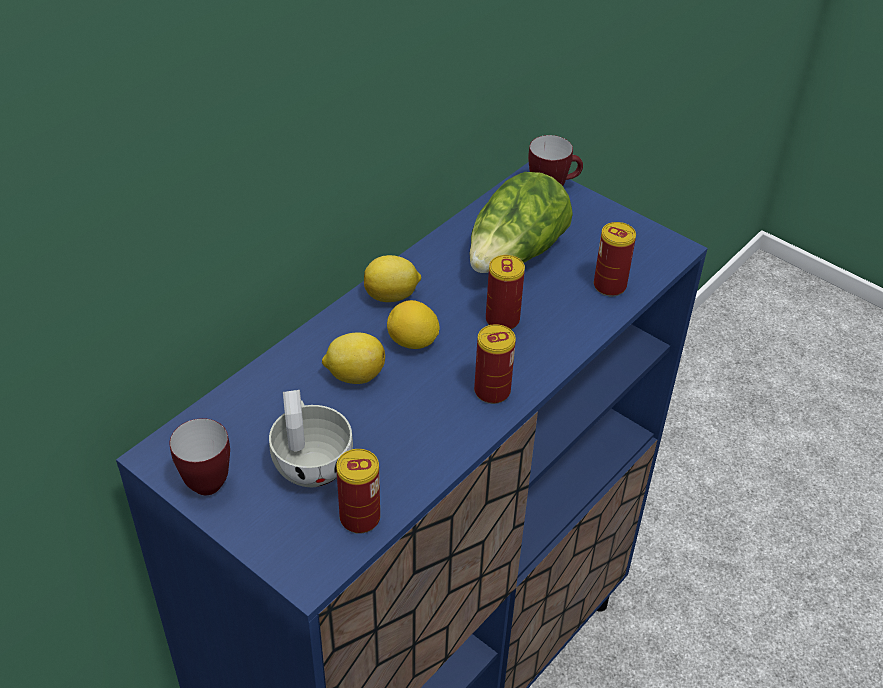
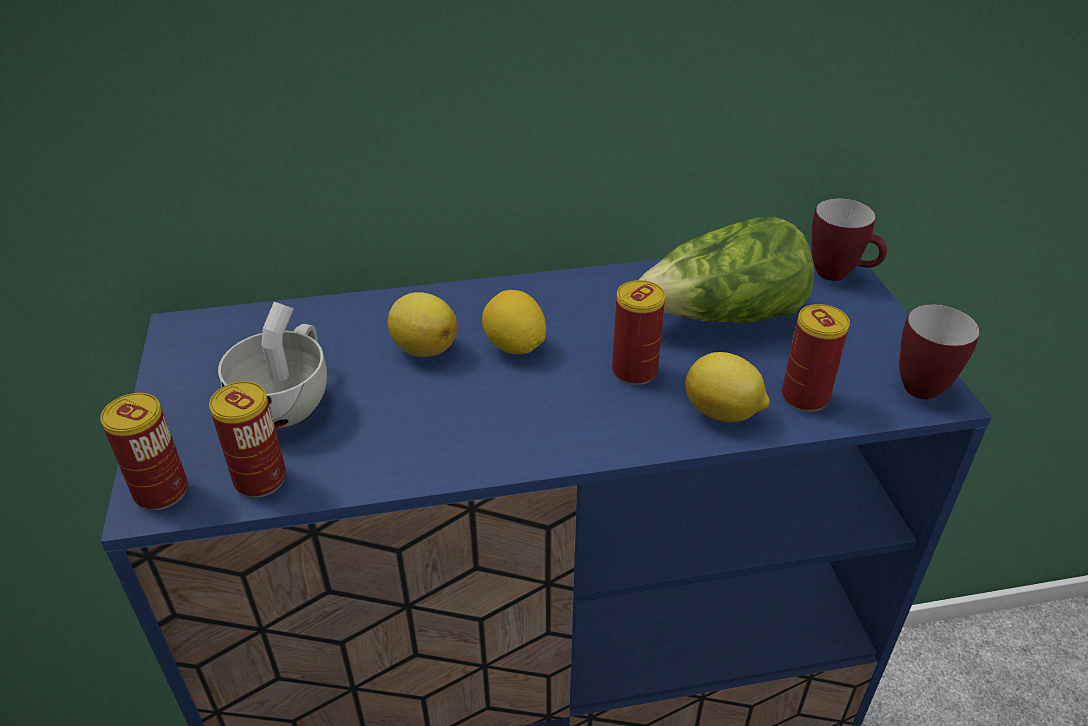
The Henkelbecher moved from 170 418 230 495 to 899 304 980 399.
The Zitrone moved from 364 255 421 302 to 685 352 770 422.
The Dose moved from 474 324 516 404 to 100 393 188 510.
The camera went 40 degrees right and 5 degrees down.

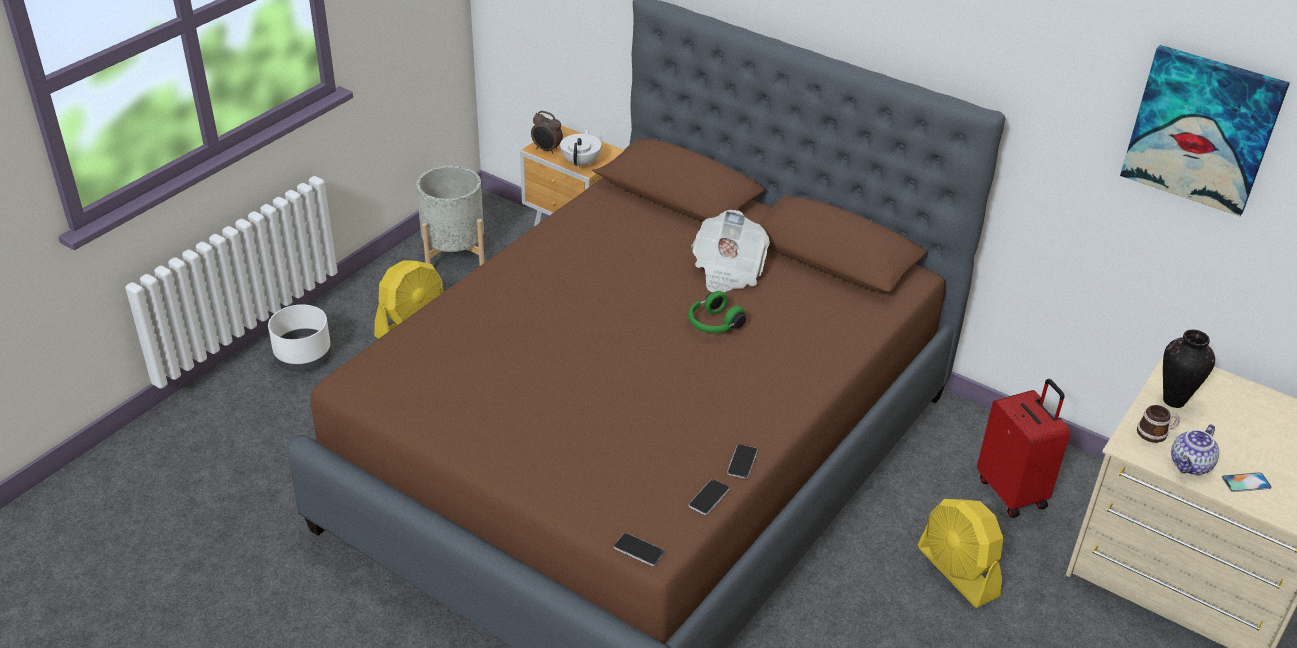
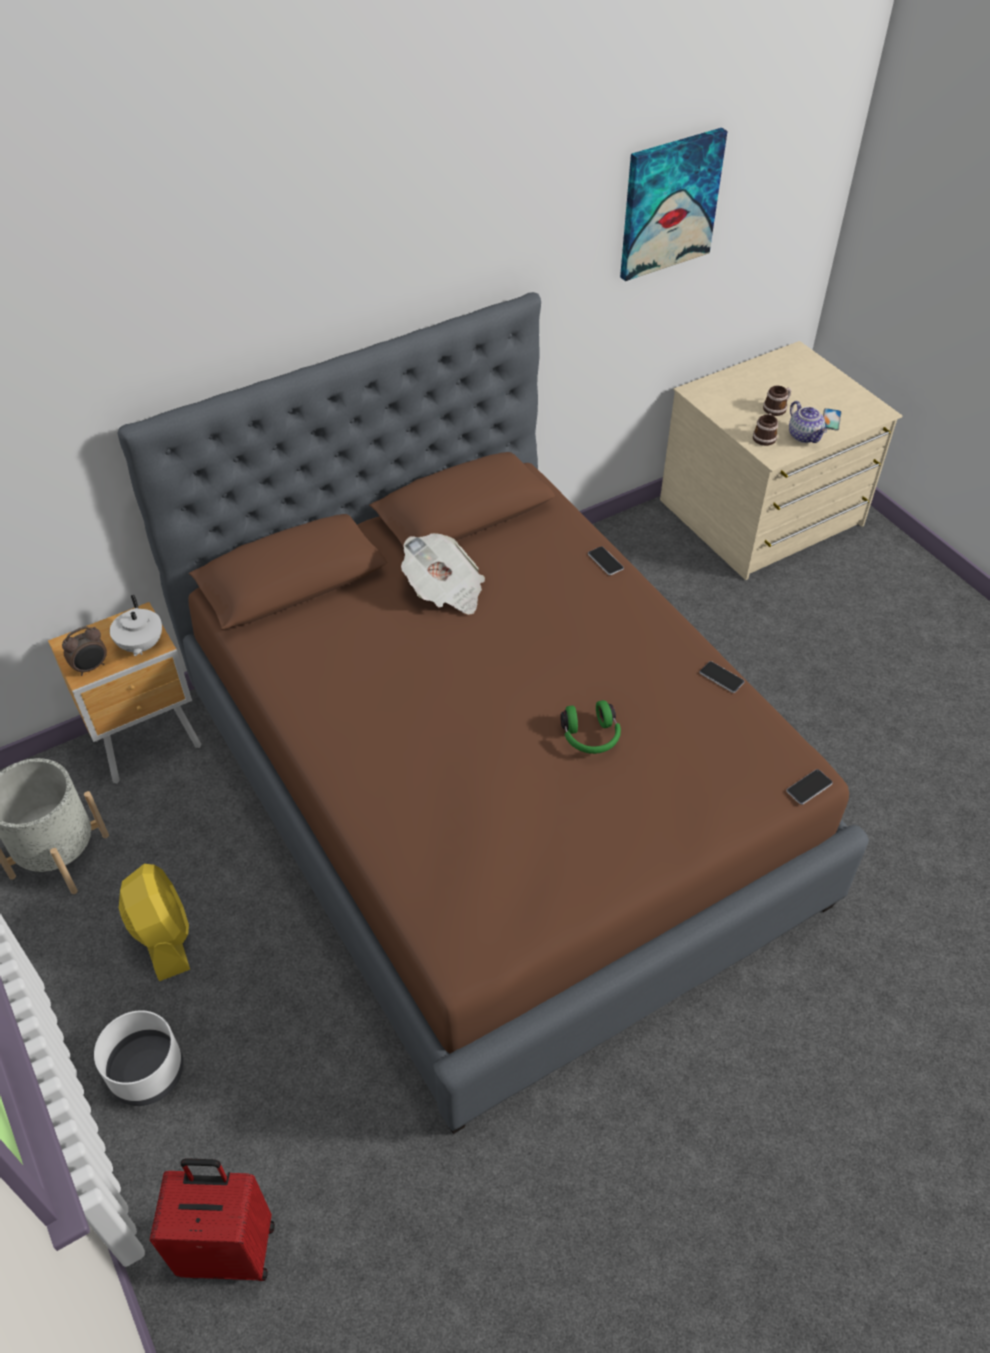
The Ventilator [gelb] at 918 499 1003 608 disappeared.
The Vase at 1163 330 1215 408 disappeared.
The Henkelbecher at 763 385 791 416 appeared.
The Kopfhörer [grün] moved from 688 291 746 333 to 560 700 621 754.
The Handy moved from 689 479 730 515 to 588 546 624 575.
The Koffer [rot] moved from 977 379 1070 518 to 150 1158 275 1281.
The Teekanne [weiß] at 560 128 602 168 turned 135 degrees counterclockwise.
The camera went 65 degrees left and 10 degrees up.

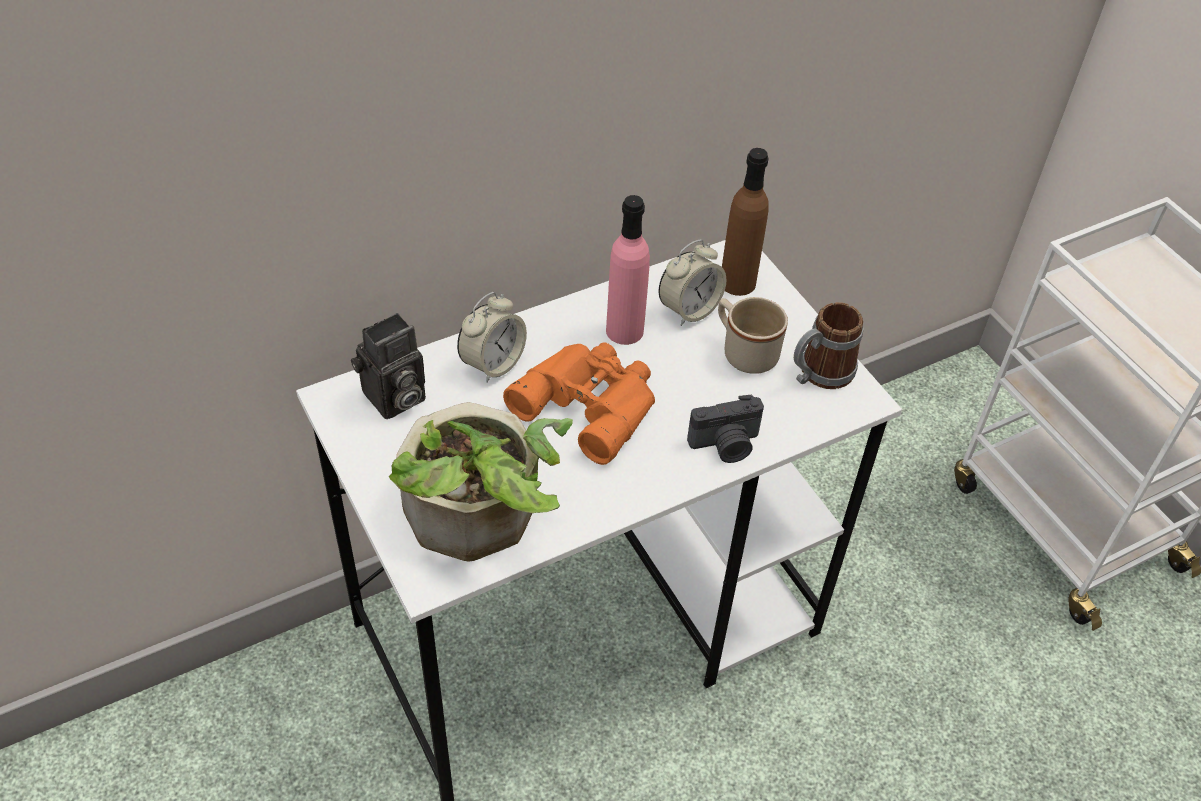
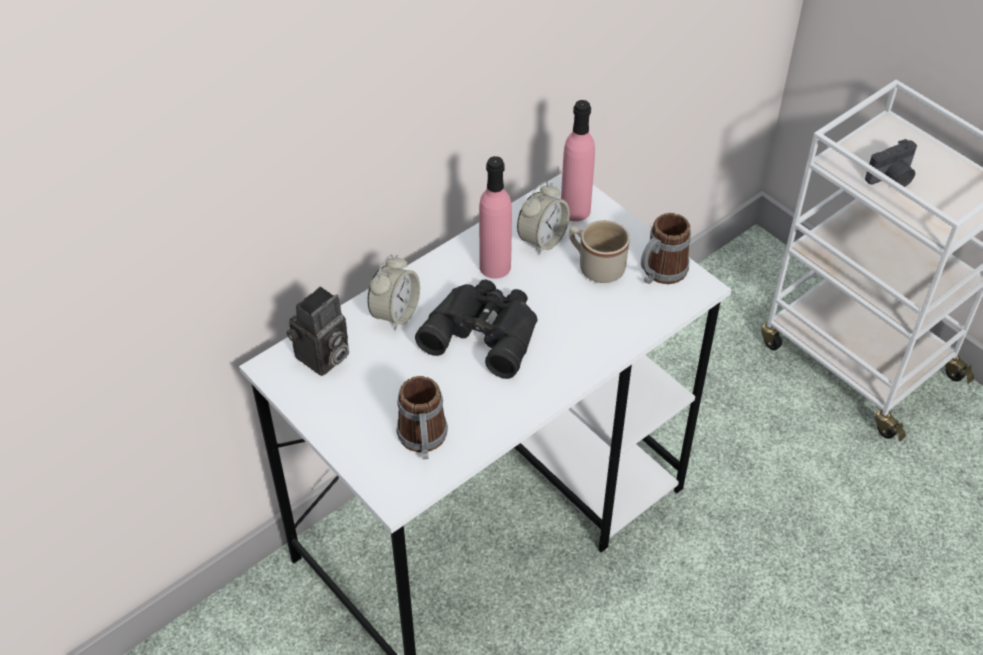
The Kamera moved from 687 395 764 463 to 865 139 917 187.
The Topfpflanze at 389 402 573 562 was replaced by the Henkelbecher at 397 376 448 459.
The Fernglas [orange] at 503 342 655 465 became the Fernglas [schwarz] at 415 280 537 379.
The Flasche [braun] at 722 148 769 296 became the Flasche [rosa] at 561 100 595 221.
The camera went 10 degrees left and 0 degrees up.

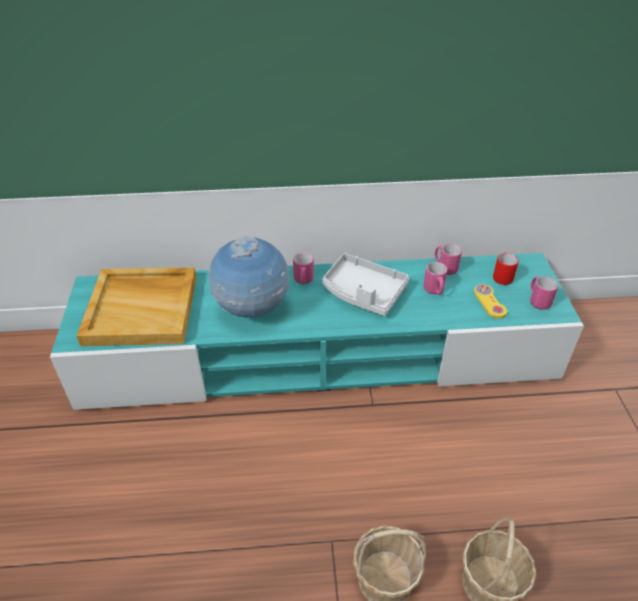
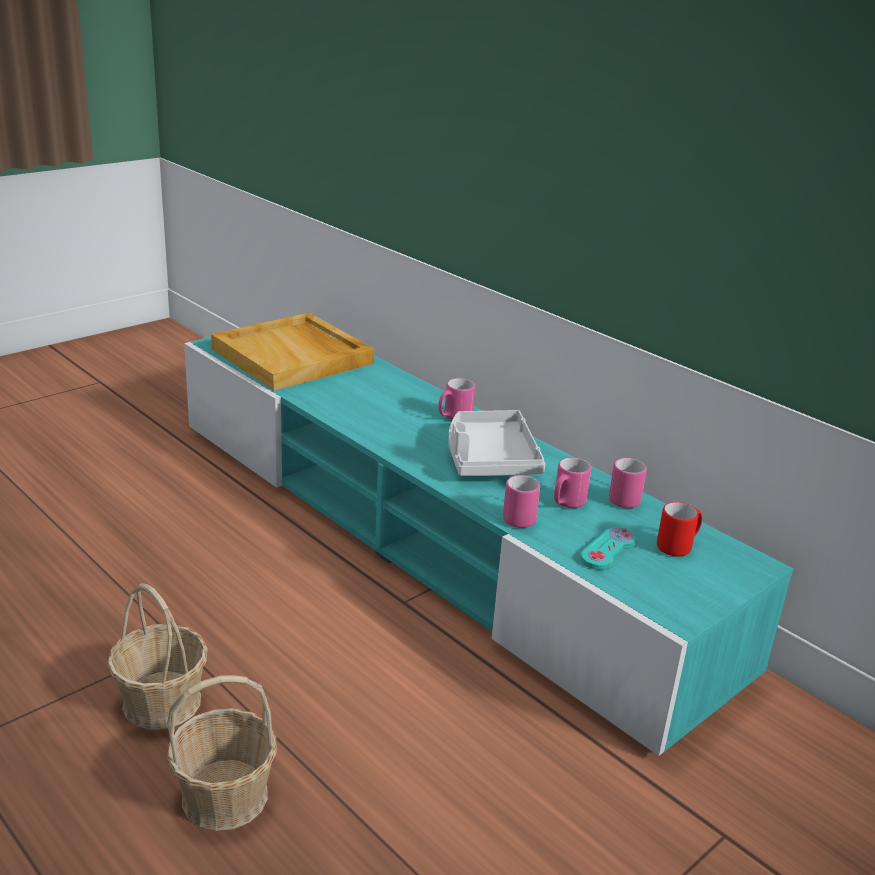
The Globus at 208 236 290 318 disappeared.
The Henkelbecher [rosa] moved from 530 276 558 310 to 503 475 540 528.
The Gamepad [gelb] at 474 284 507 319 became the Gamepad [türkis] at 581 527 637 570.
The camera went 50 degrees right and 15 degrees down.

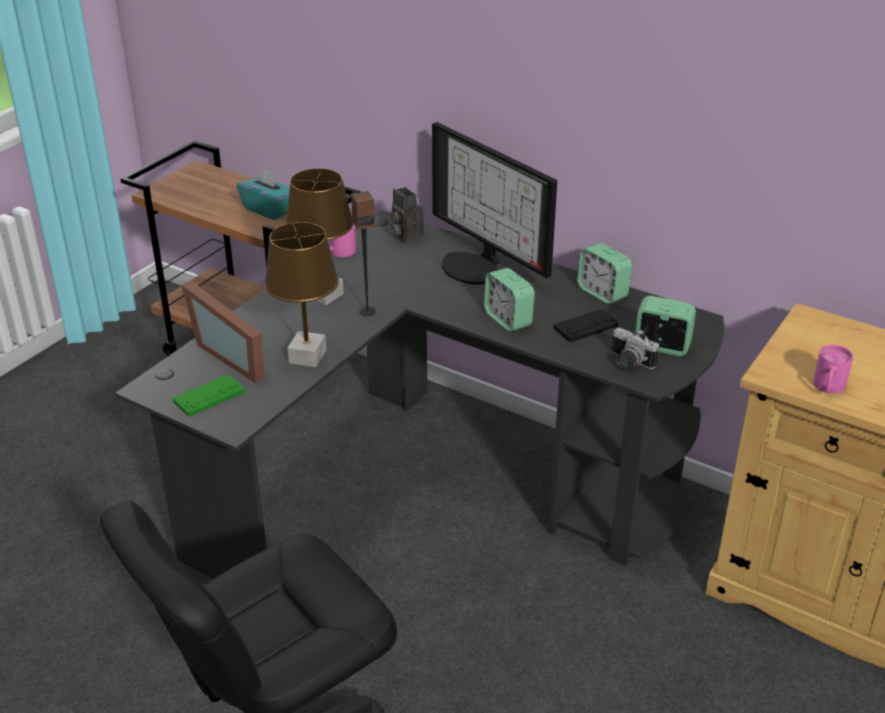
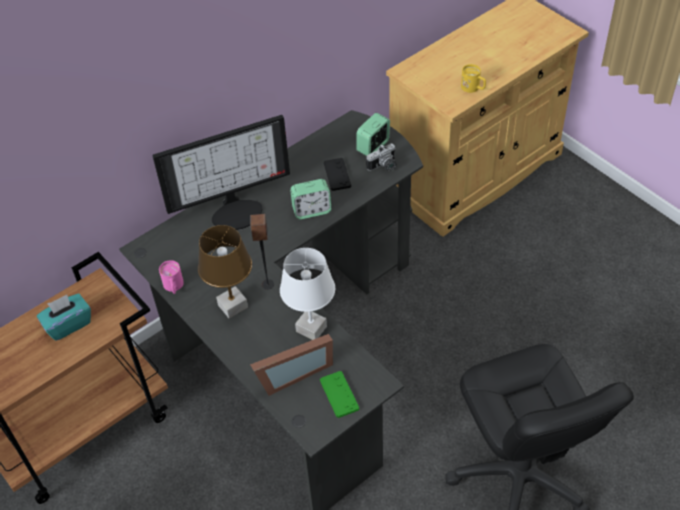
The Kamera at 391 187 424 243 disappeared.
The Wecker at 577 243 632 304 disappeared.
The Tischlampe [braun] at 264 222 339 367 became the Tischlampe [weiß] at 280 248 335 340.
The Henkelbecher [rosa] at 813 345 853 394 became the Henkelbecher [gelb] at 461 64 486 93.
The camera went 70 degrees left and 15 degrees up.

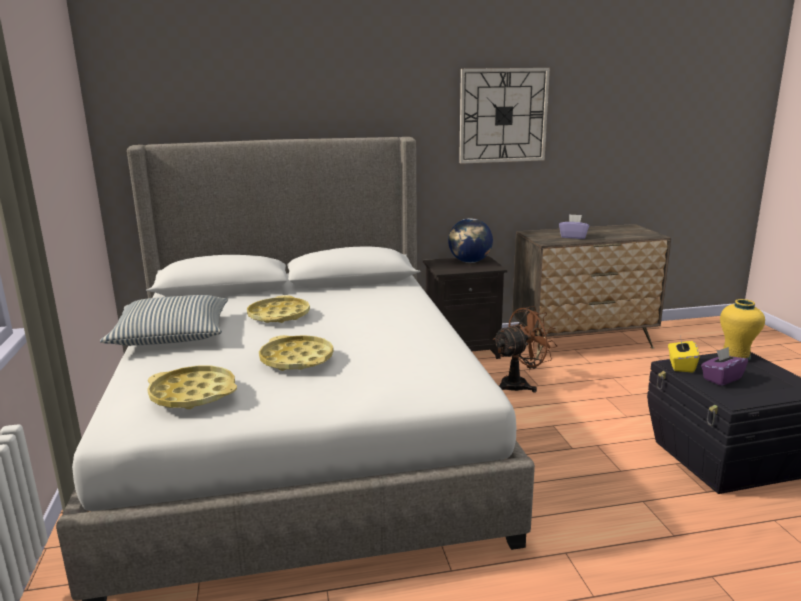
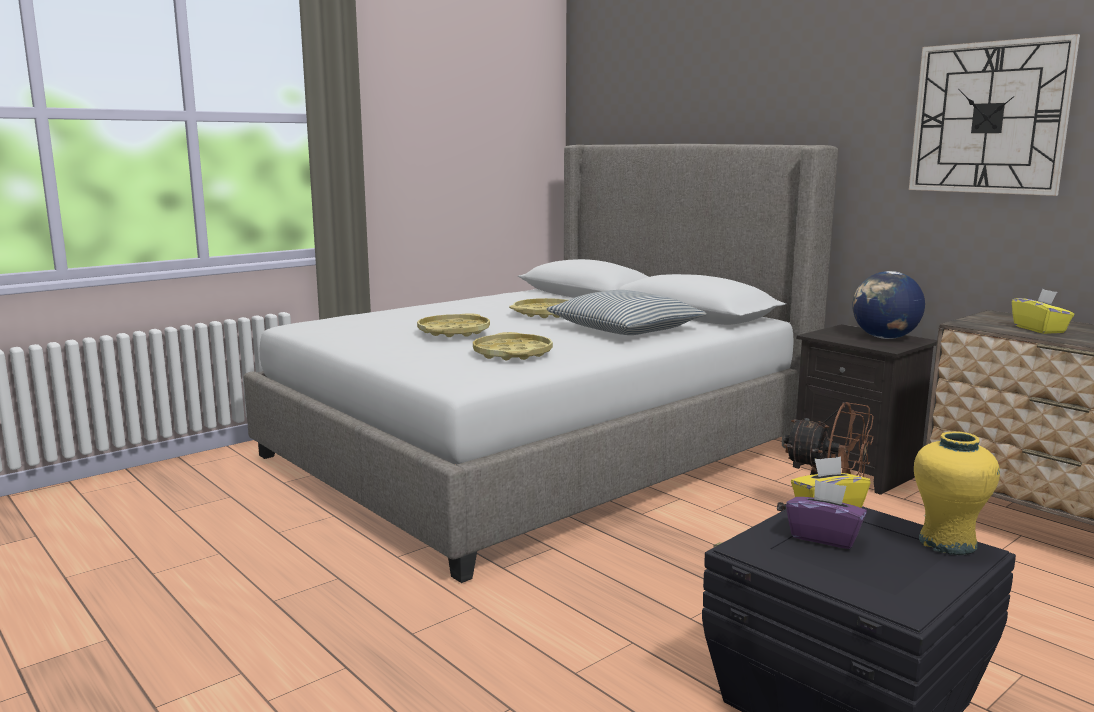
The Kissen moved from 100 295 228 346 to 547 290 706 335.
The Tablett [gelb] moved from 147 366 237 409 to 473 332 553 360.
The Taschentuchbox [lila] at 559 214 589 239 became the Taschentuchbox [gelb] at 1012 289 1074 334.
The camera went 60 degrees right and 5 degrees down.

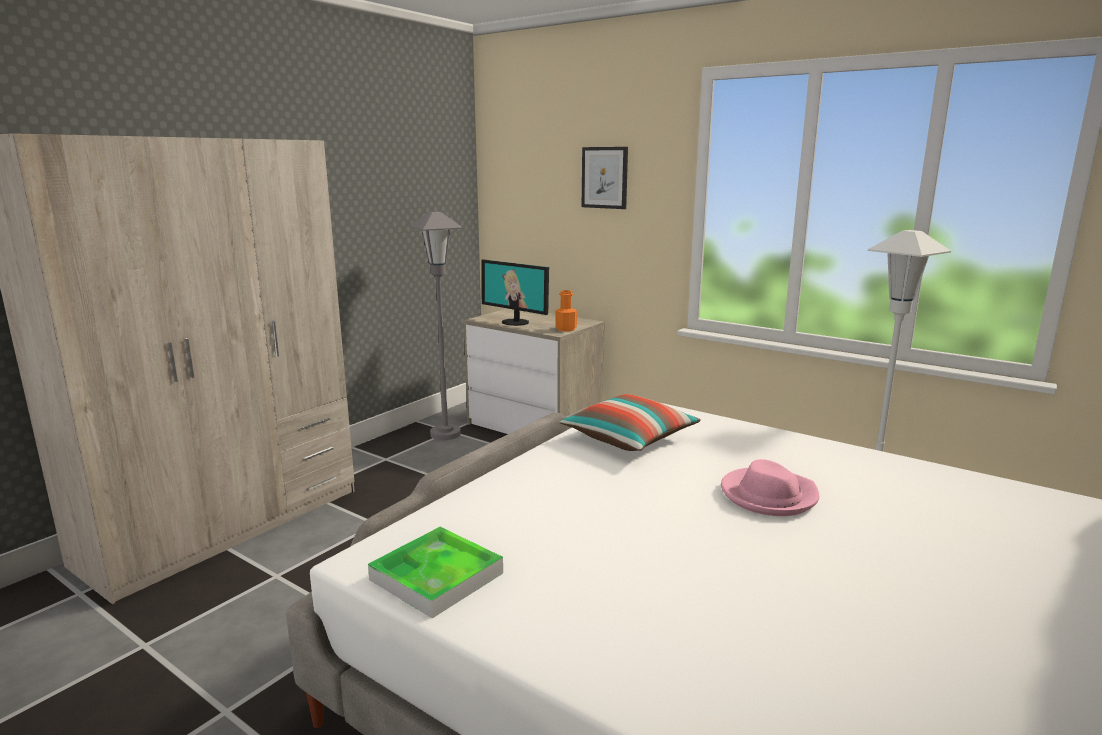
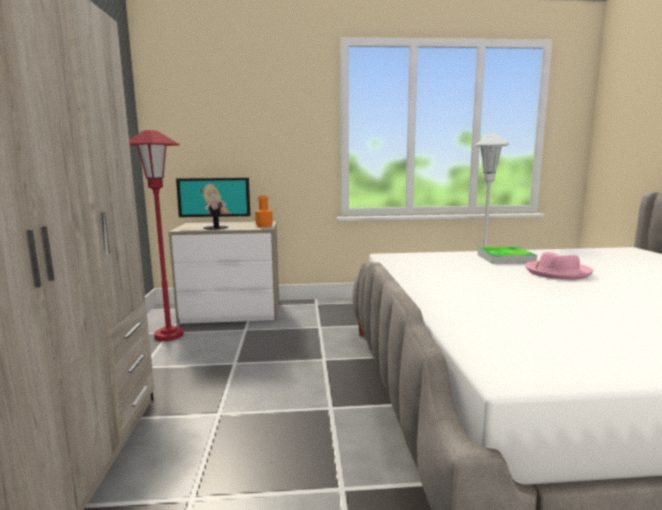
The Kissen at 559 394 701 451 disappeared.
The Bild at 582 147 628 209 disappeared.
The Tablett moved from 368 527 503 618 to 478 247 537 264.
The Stehlampe [grau] at 410 212 463 440 became the Stehlampe [rot] at 129 130 184 341.
The camera went 40 degrees left and 5 degrees down.

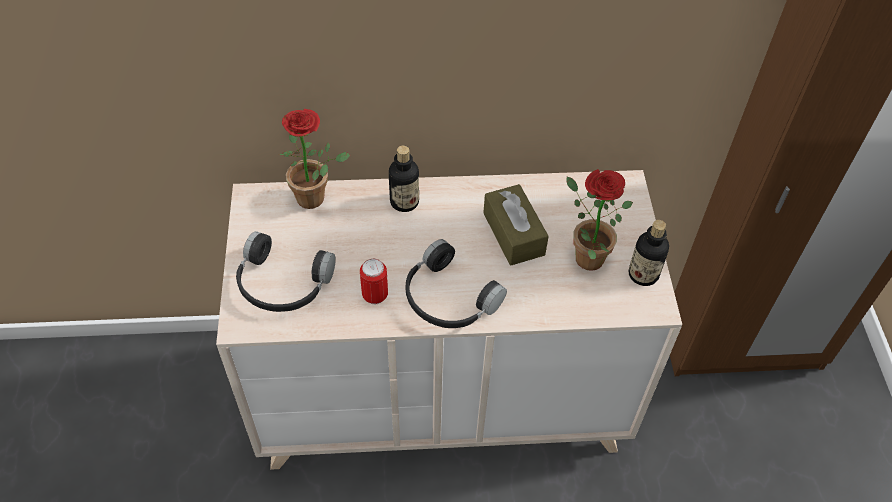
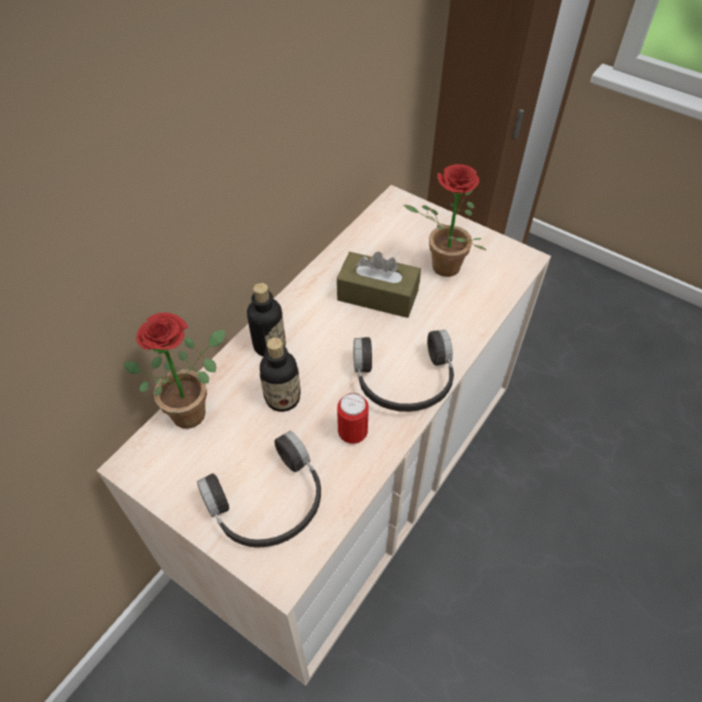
The Flasche moved from 629 220 669 286 to 259 337 301 412.
The camera went 50 degrees left and 0 degrees up.

